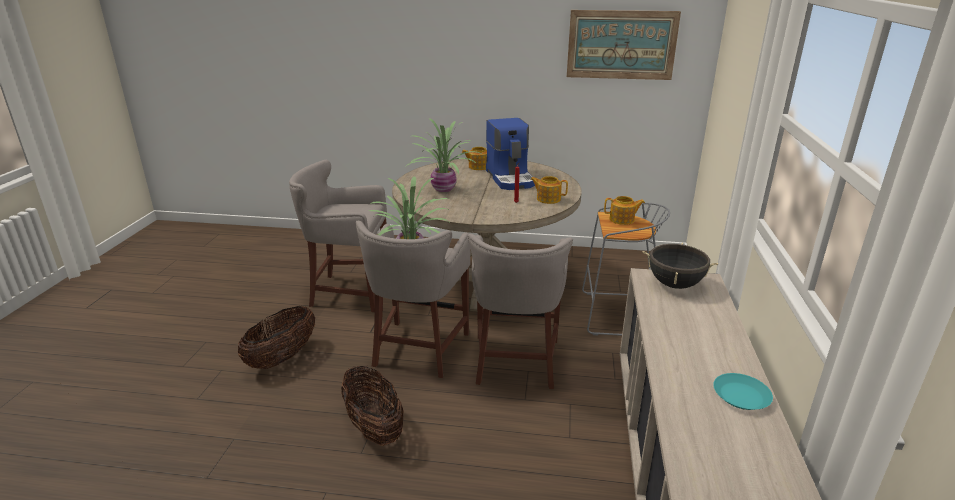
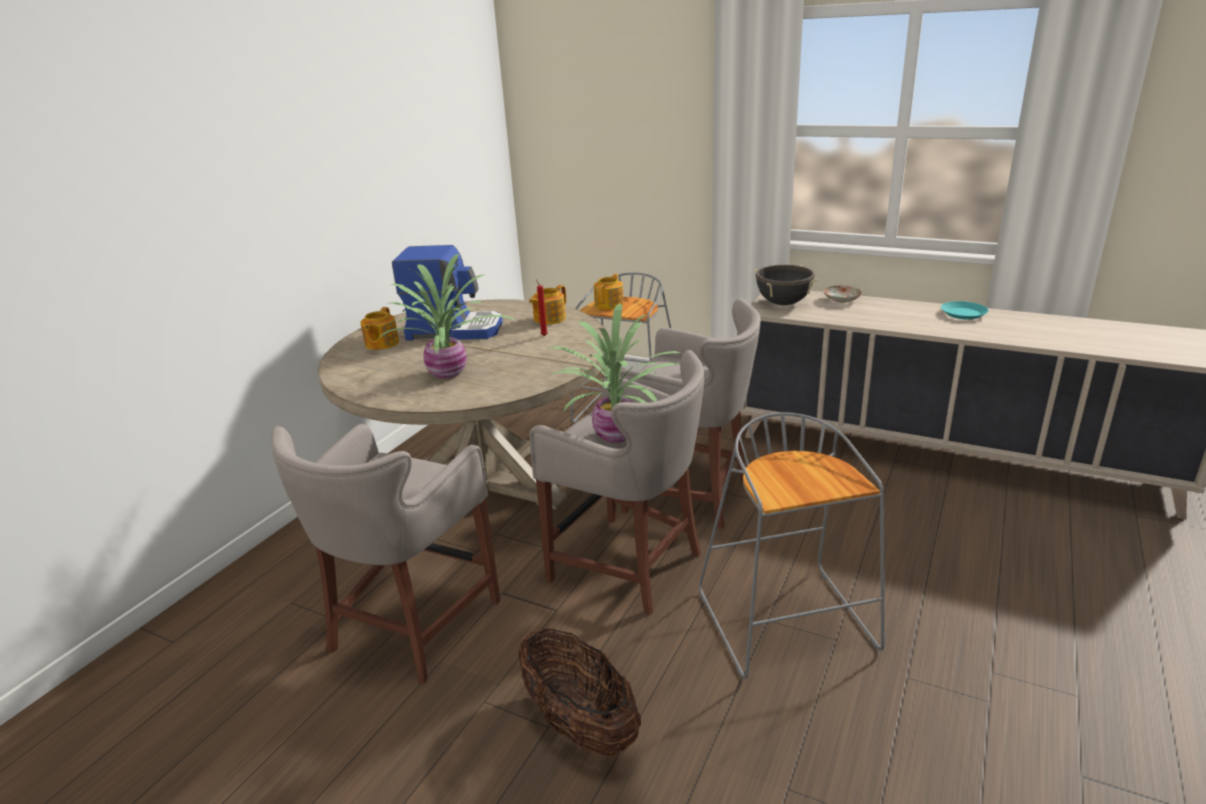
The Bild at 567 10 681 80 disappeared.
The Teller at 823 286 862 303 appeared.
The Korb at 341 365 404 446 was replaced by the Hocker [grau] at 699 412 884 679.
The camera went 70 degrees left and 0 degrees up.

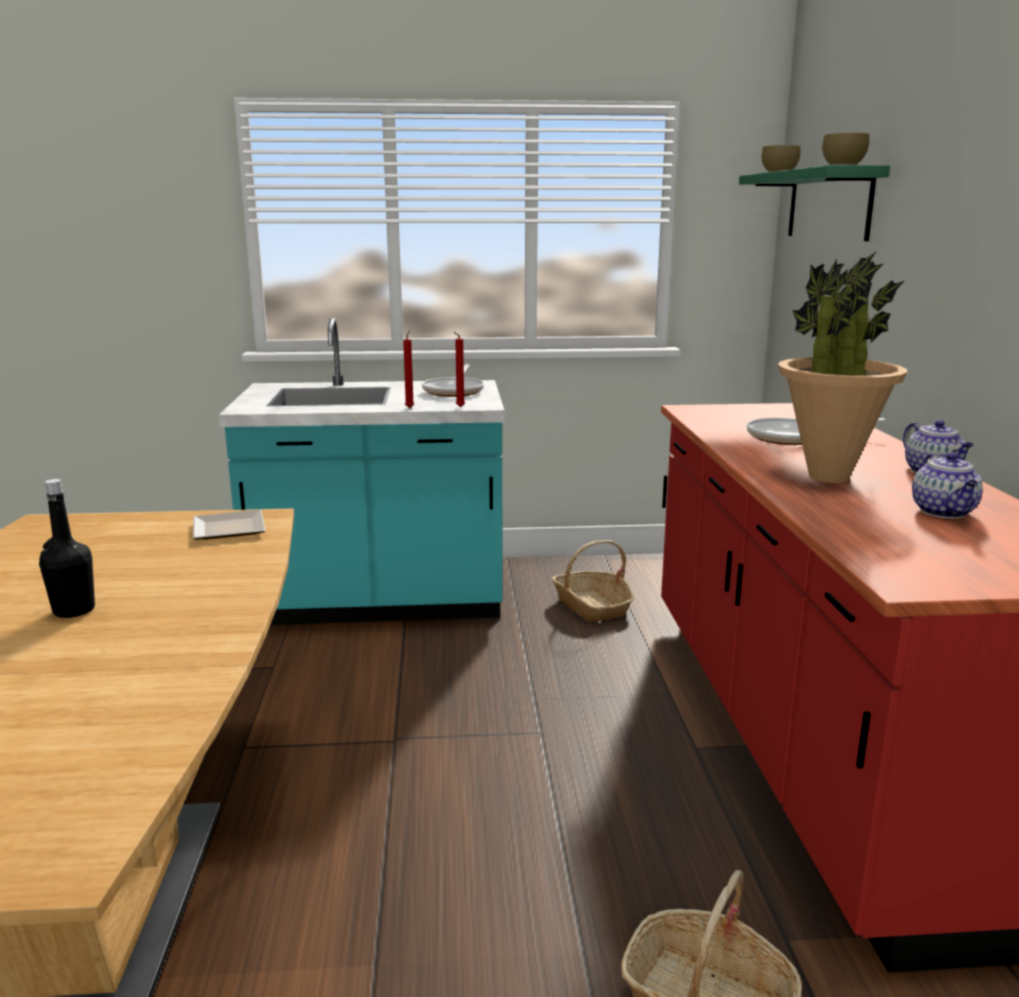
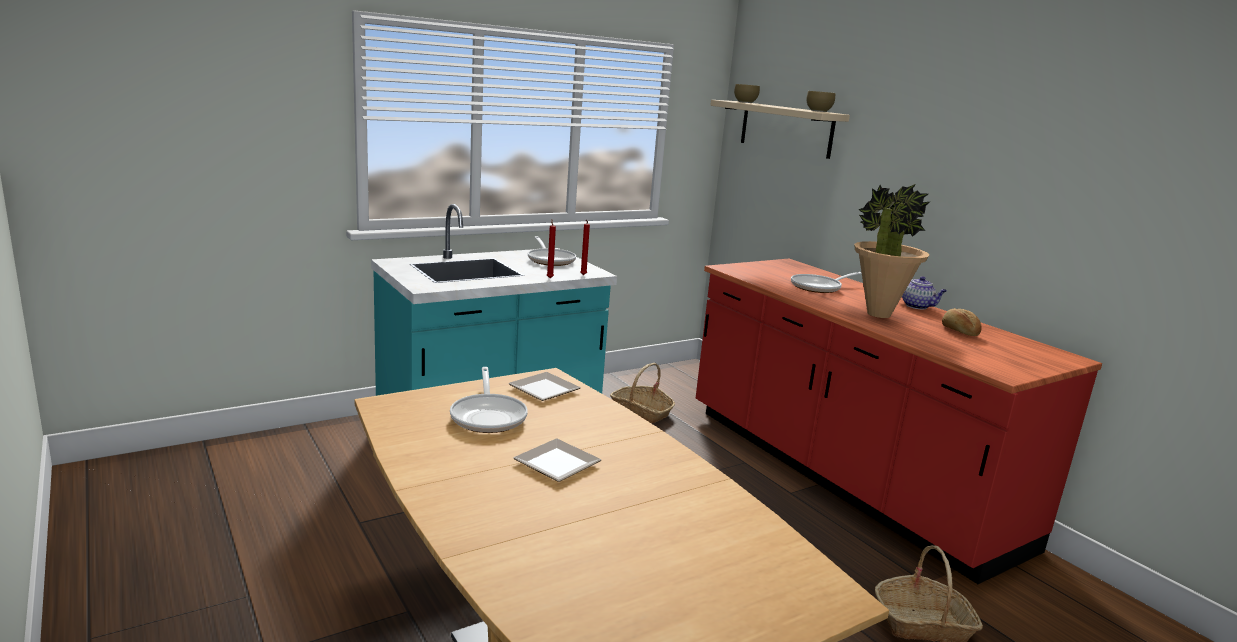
The Pfanne at 450 367 528 433 appeared.
The Flasche [schwarz] at 39 479 95 618 was replaced by the Teller at 513 439 601 482.
The Teekanne at 912 452 983 518 was replaced by the Brot at 942 308 982 336.
The Wandregal [grün] at 739 165 890 241 became the Wandregal [beige] at 710 100 850 159.
The camera went 30 degrees left and 0 degrees up.

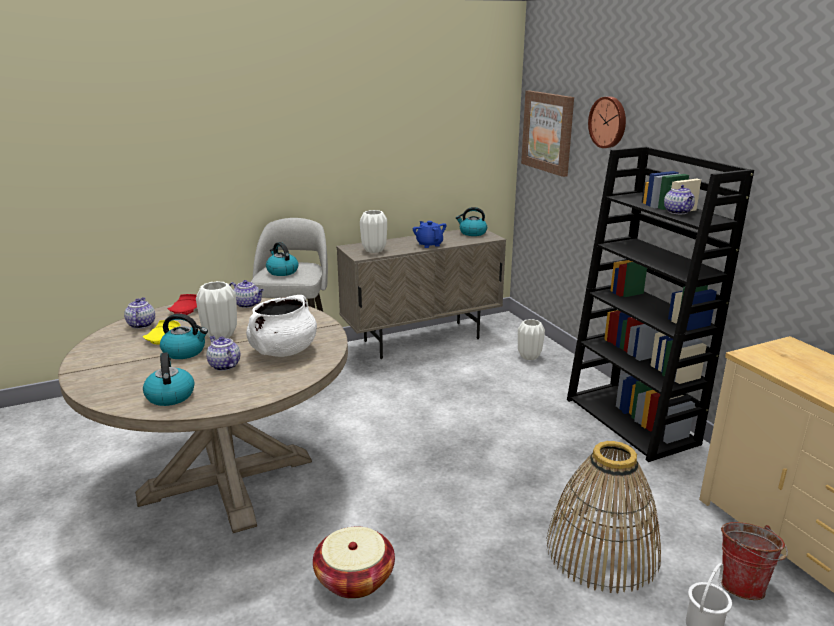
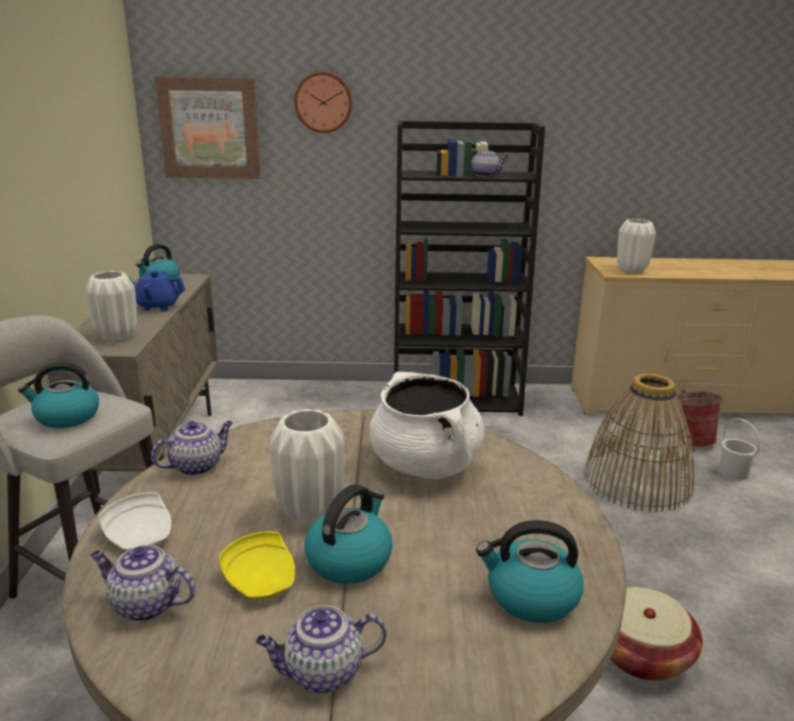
The Teekanne moved from 206 336 241 371 to 256 606 387 694.
The Vase [weiß] moved from 518 319 545 360 to 617 219 656 273.
The Teller [rot] at 167 294 197 315 became the Teller [weiß] at 98 492 172 550.
The camera went 65 degrees left and 0 degrees up.

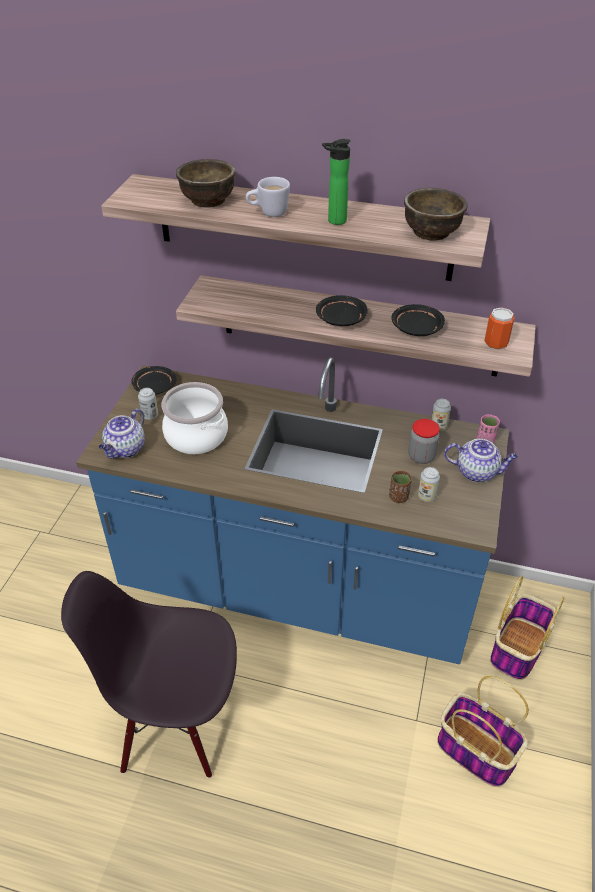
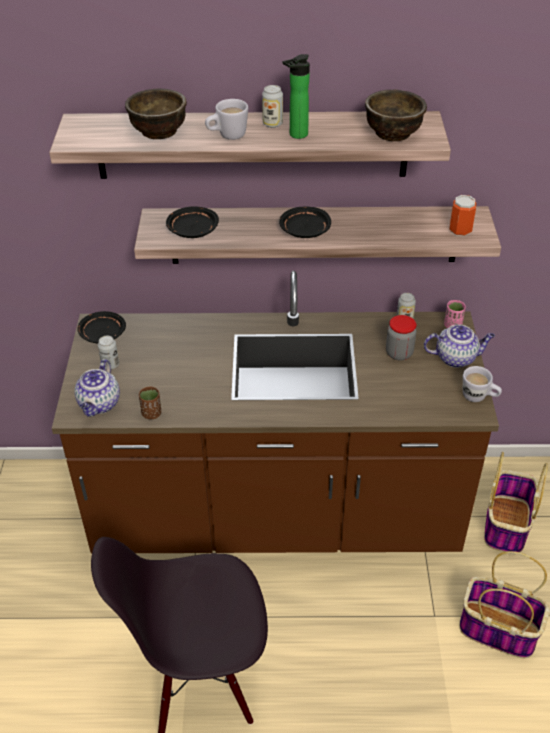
The Kochtopf at 162 382 228 454 disappeared.
The Henkelbecher [weiß] at 463 366 502 402 appeared.
The Tasse [braun] moved from 389 471 412 503 to 139 386 161 419.
The Teller [schwarz] moved from 391 304 445 336 to 166 206 219 238.
The Dose moved from 418 467 440 502 to 262 85 283 128.
The Küchenzeile [blau] at 76 357 509 665 became the Küchenzeile [braun] at 52 271 499 554.
The camera went 15 degrees left and 0 degrees up.

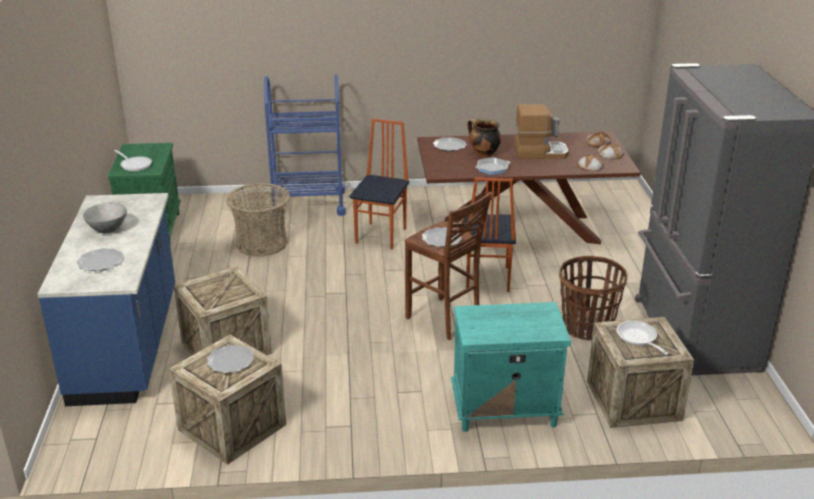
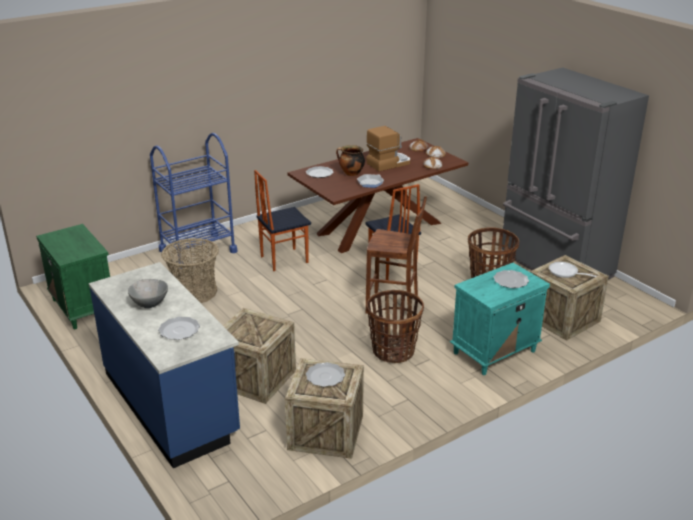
The Pfanne at 114 150 152 171 disappeared.
The Korb at 366 290 424 363 appeared.
The Teller moved from 422 227 462 247 to 494 270 529 288.
The Stuhl at 350 119 409 249 turned 105 degrees counterclockwise.
The camera went 30 degrees left and 0 degrees up.

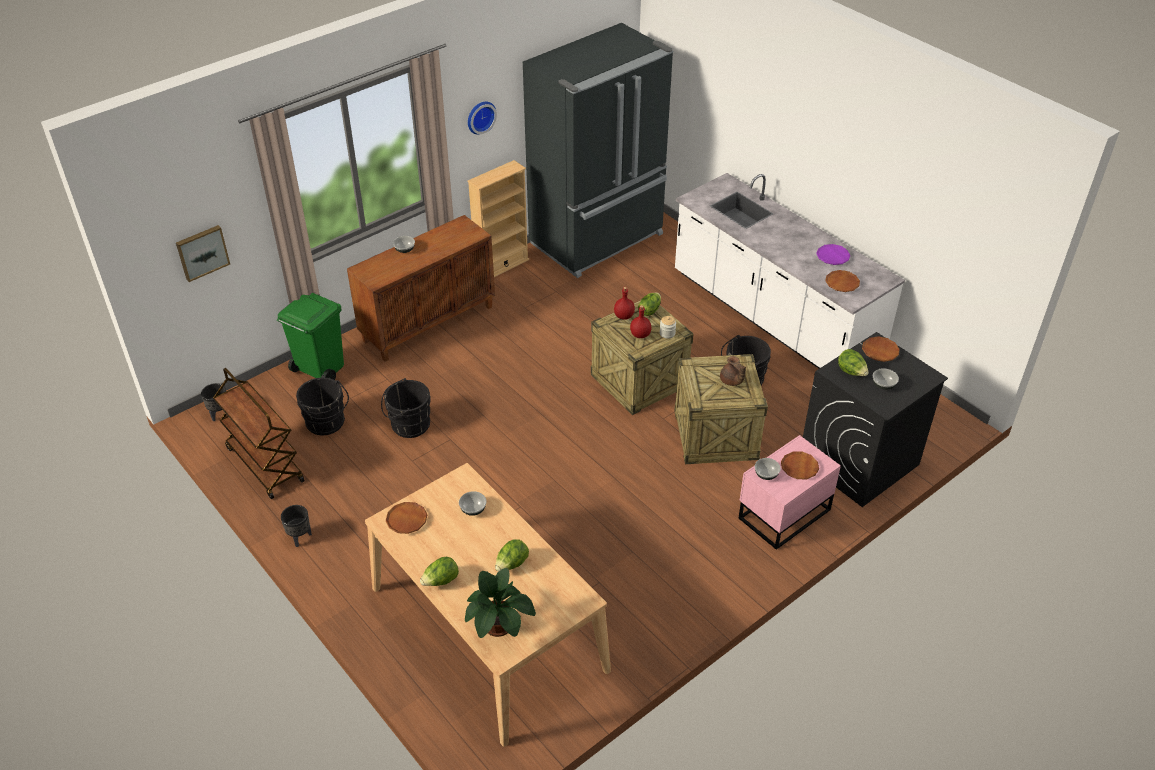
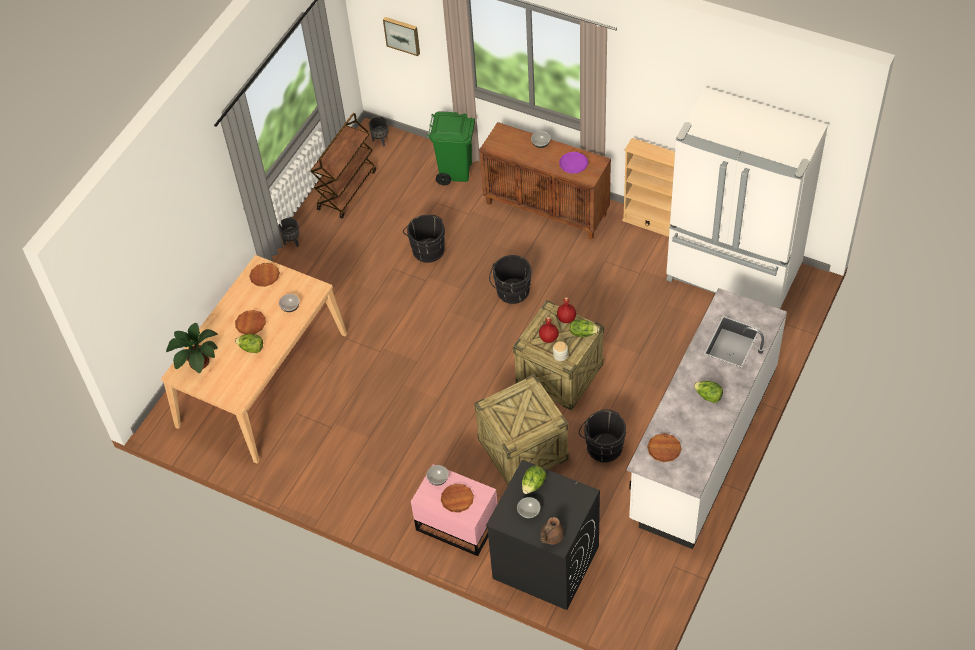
The Wanduhr at 468 102 497 135 disappeared.
The Eimer [schwarz] moved from 296 378 349 435 to 489 255 532 304.
The Salatkopf moved from 420 557 459 586 to 694 381 723 403.
The Teekanne [braun] moved from 720 356 746 386 to 540 517 564 544.
The Teller [lila] moved from 816 244 850 265 to 559 152 588 174.
The Teller [braun] moved from 862 336 900 362 to 235 310 266 334.
The Kühlschrank [schwarz] at 523 23 673 278 became the Kühlschrank [weiß] at 666 87 828 309.
The camera went 70 degrees right and 10 degrees up.

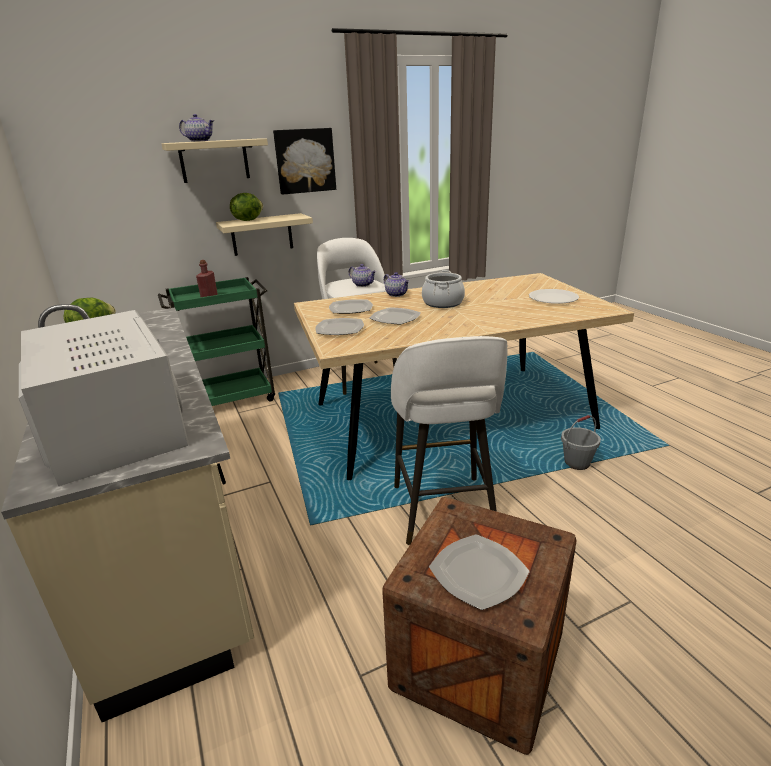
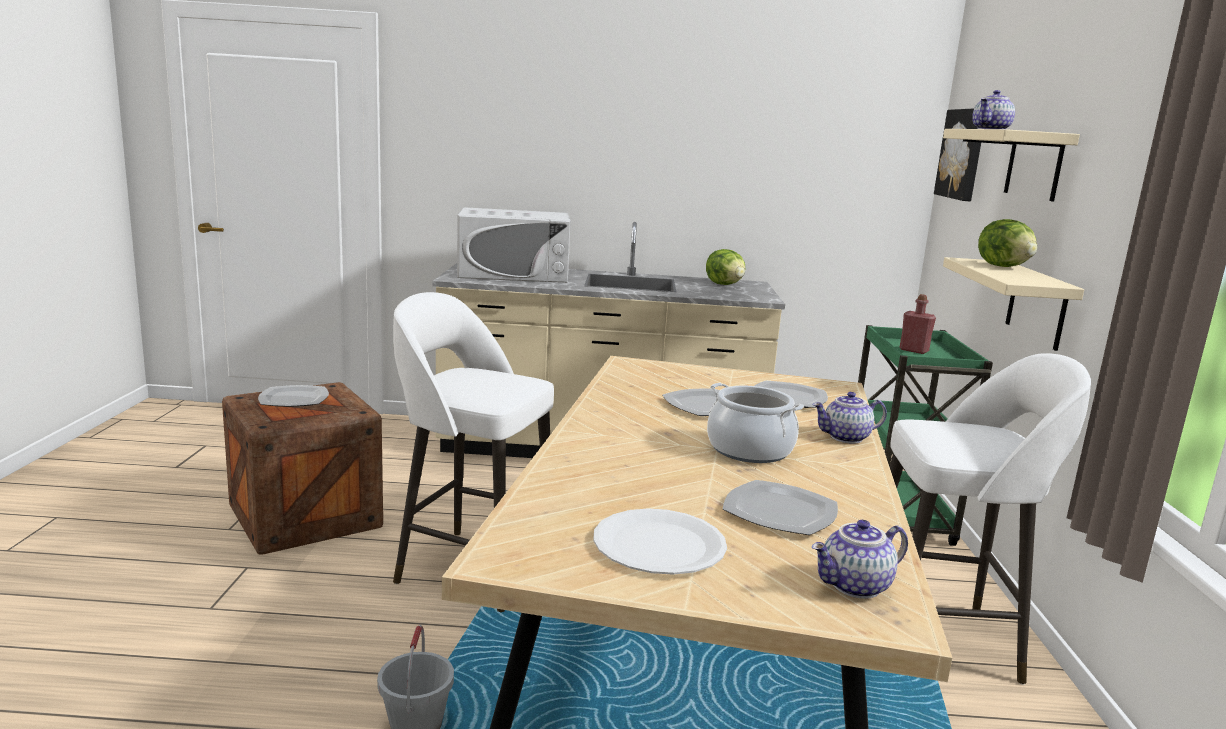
The Bild moved from 273 128 336 195 to 934 108 981 201.
The Teller moved from 315 318 364 335 to 723 480 838 535.
The Teekanne moved from 349 264 376 287 to 812 520 908 599.
The camera went 115 degrees right and 10 degrees down.

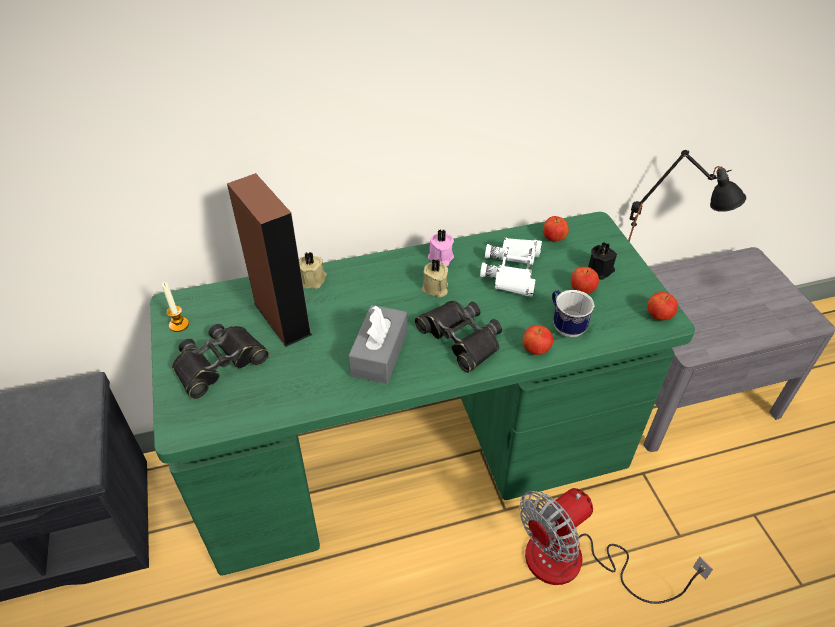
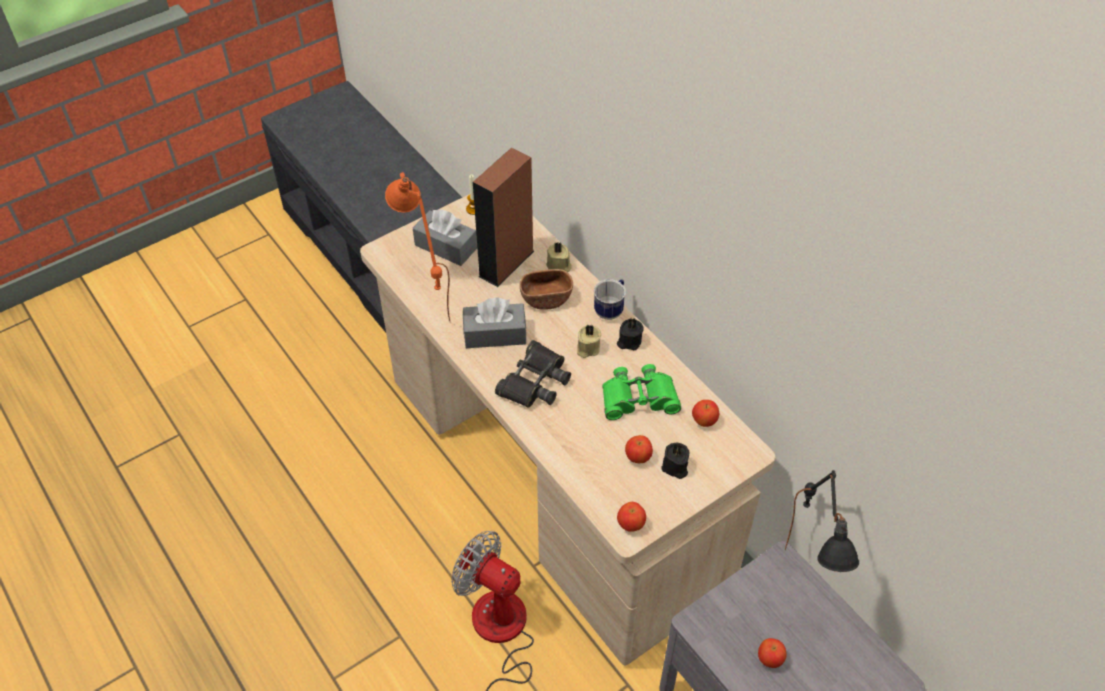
The Tischlampe [orange] at 385 172 450 322 appeared.
The Schüssel [braun] at 520 269 573 309 appeared.
The Apfel moved from 523 325 553 355 to 758 638 787 668.
The Henkelbecher moved from 552 290 595 337 to 594 279 626 320.
The Fernglas [schwarz] at 172 324 269 399 was replaced by the Taschentuchbox [grau] at 413 210 477 266.
The Schreibtisch [grün] at 150 212 695 576 became the Schreibtisch [beige] at 360 194 776 665.
The Kerze [rosa] at 428 229 454 266 became the Kerze [schwarz] at 617 318 644 350.
The Fernglas [weiß] at 480 238 542 297 became the Fernglas [grün] at 602 364 681 420.
The camera went 70 degrees right and 5 degrees up.

